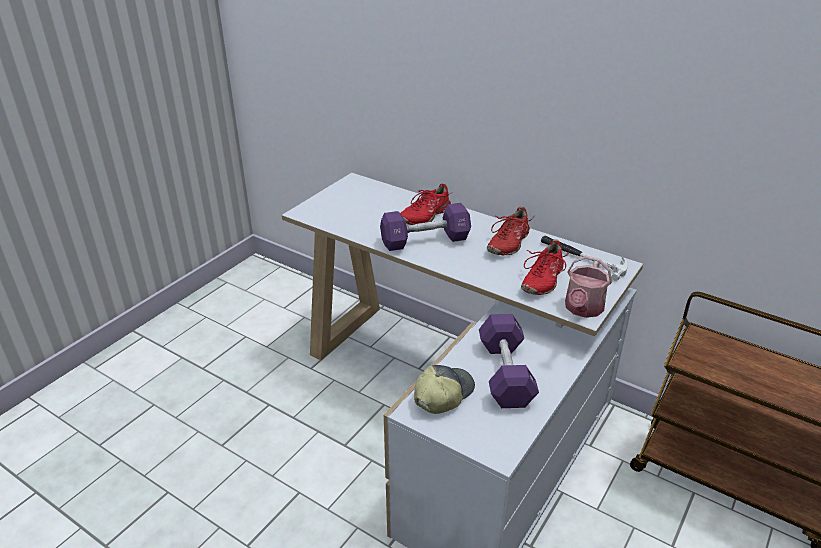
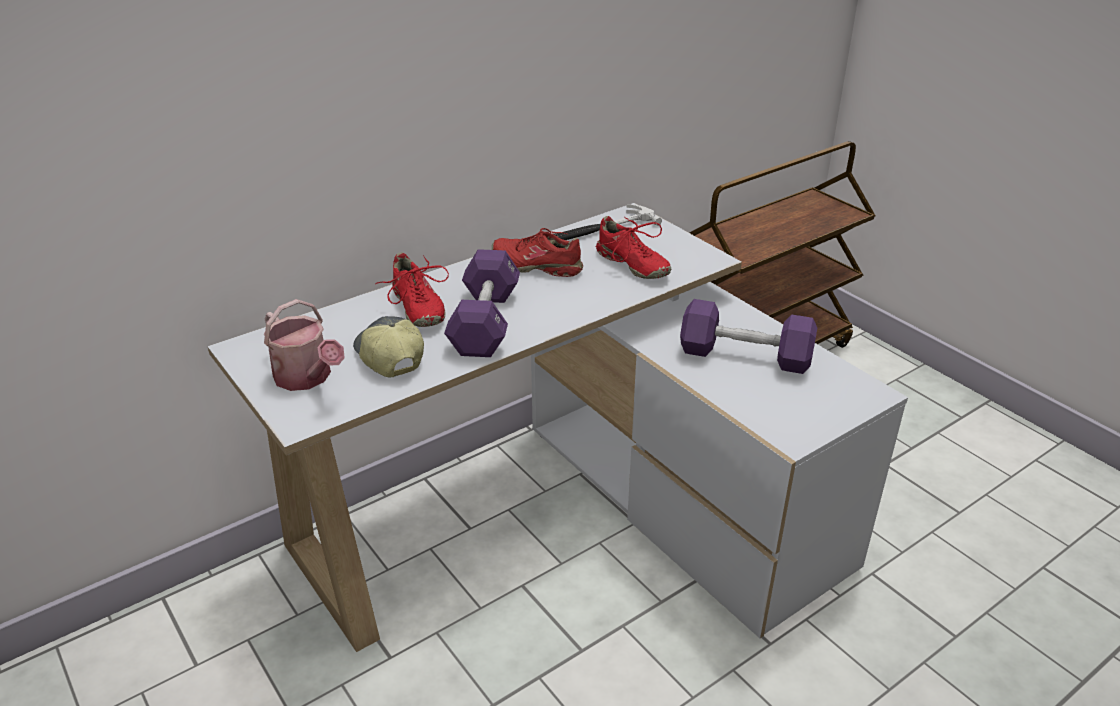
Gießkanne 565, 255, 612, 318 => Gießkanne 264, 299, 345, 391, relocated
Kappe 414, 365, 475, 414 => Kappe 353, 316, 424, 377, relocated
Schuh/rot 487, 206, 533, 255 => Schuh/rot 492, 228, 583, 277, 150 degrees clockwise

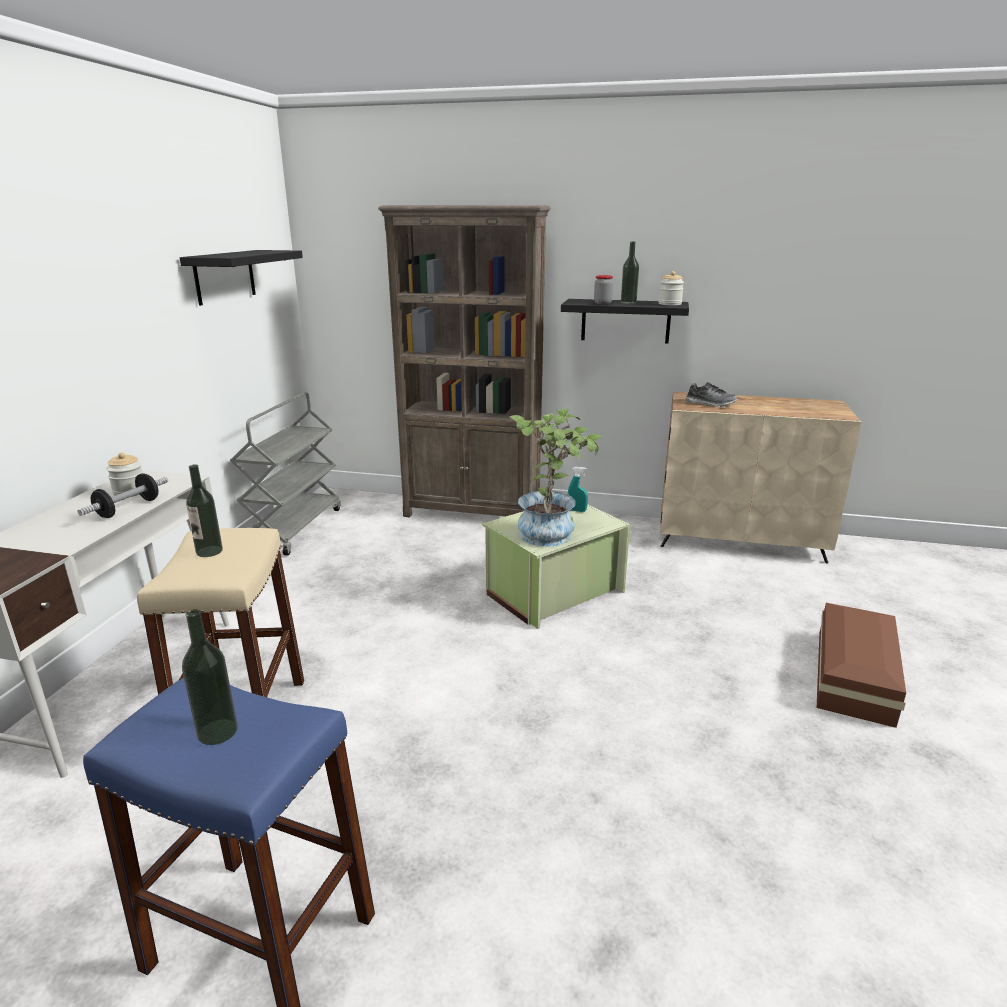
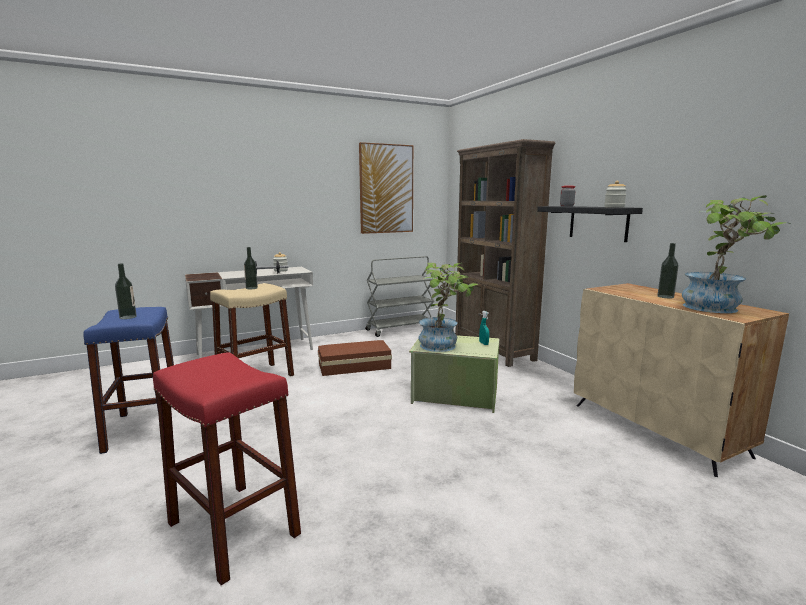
nothing => Hocker/rot 153, 352, 301, 586
Aufbewahrungsbox/braun 817, 603, 906, 728 => Aufbewahrungsbox/braun 318, 340, 392, 376, relocated
Wandregal/schwarz 180, 250, 303, 306 => Bild 359, 142, 413, 234
Flasche 621, 242, 639, 304 => Flasche 657, 243, 679, 298, relocated
nothing => Topfpflanze 682, 195, 791, 313
Schuh 686, 382, 737, 407 => nothing

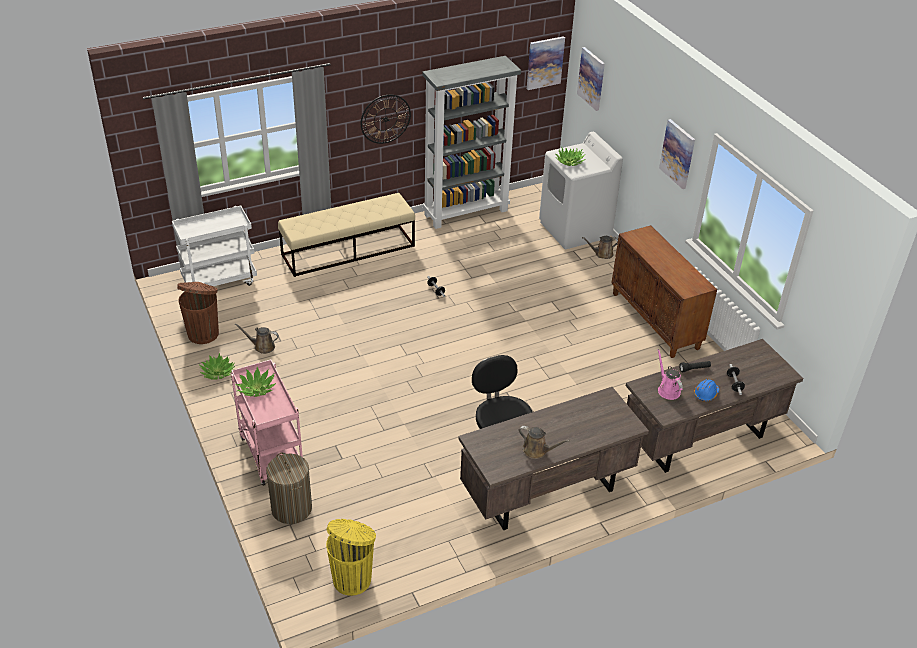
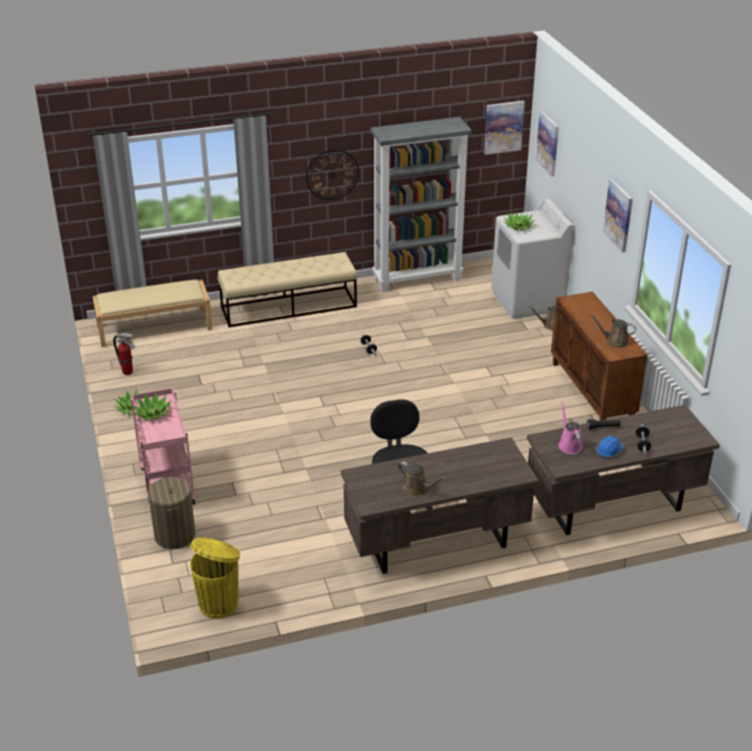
Rollwagen/weiß 172, 206, 257, 286 => Bank/beige 92, 279, 213, 347
Mülleimer/braun 177, 282, 219, 344 => Feuerlöscher 113, 333, 135, 375
Gießkanne/braun 235, 323, 279, 354 => Gießkanne/braun 590, 313, 636, 348, relocated

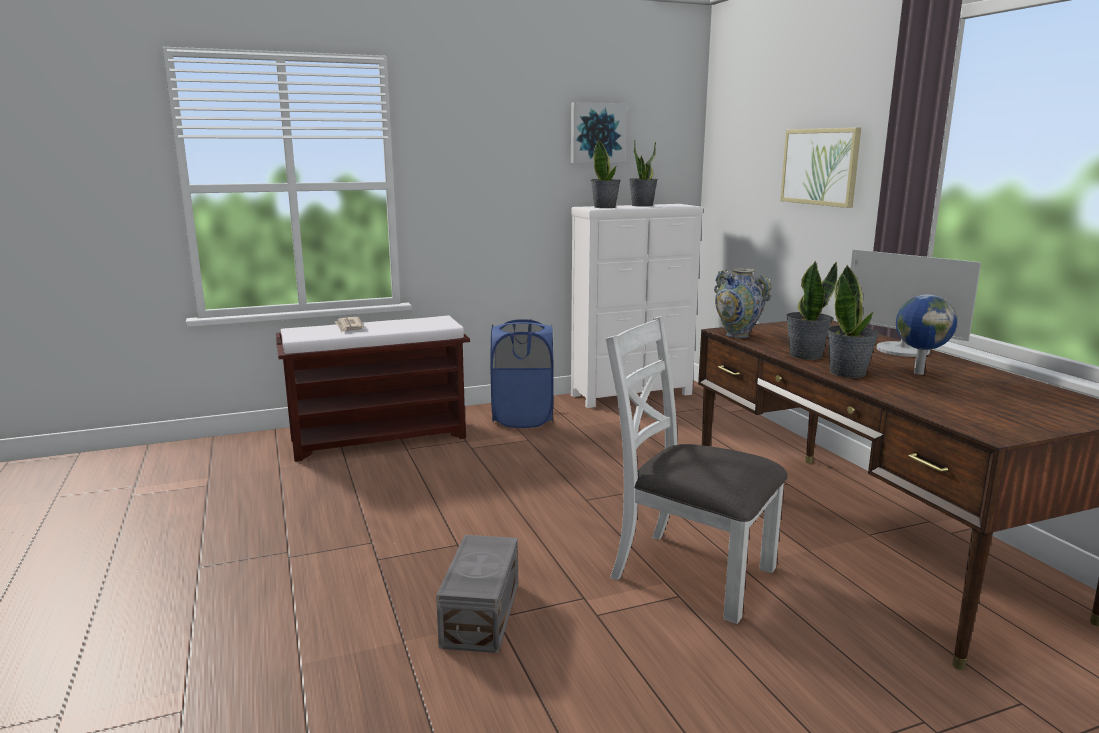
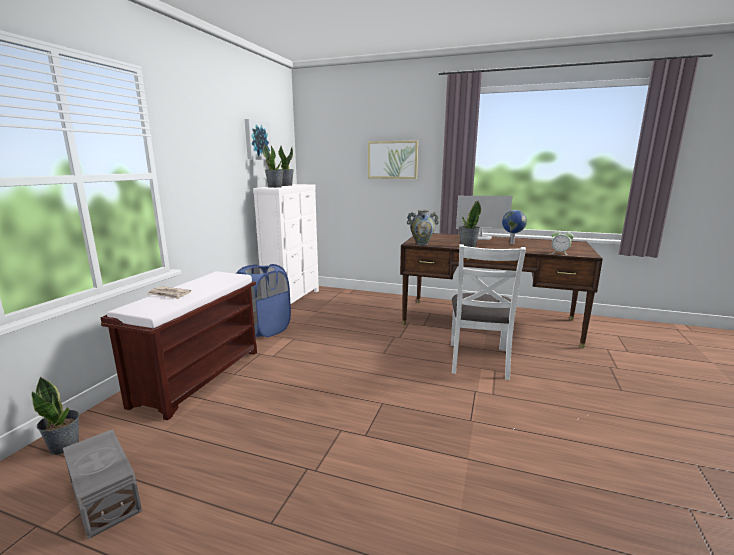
Topfpflanze 827, 265, 879, 378 => Topfpflanze 32, 377, 80, 455, relocated
Aufbewahrungsbox/grau 436, 535, 518, 653 => Aufbewahrungsbox/grau 63, 429, 142, 539, relocated
Stuhl/weiß 606, 316, 788, 624 => Stuhl/weiß 451, 244, 526, 380, 60 degrees counterclockwise
nothing => Wecker 551, 228, 574, 255

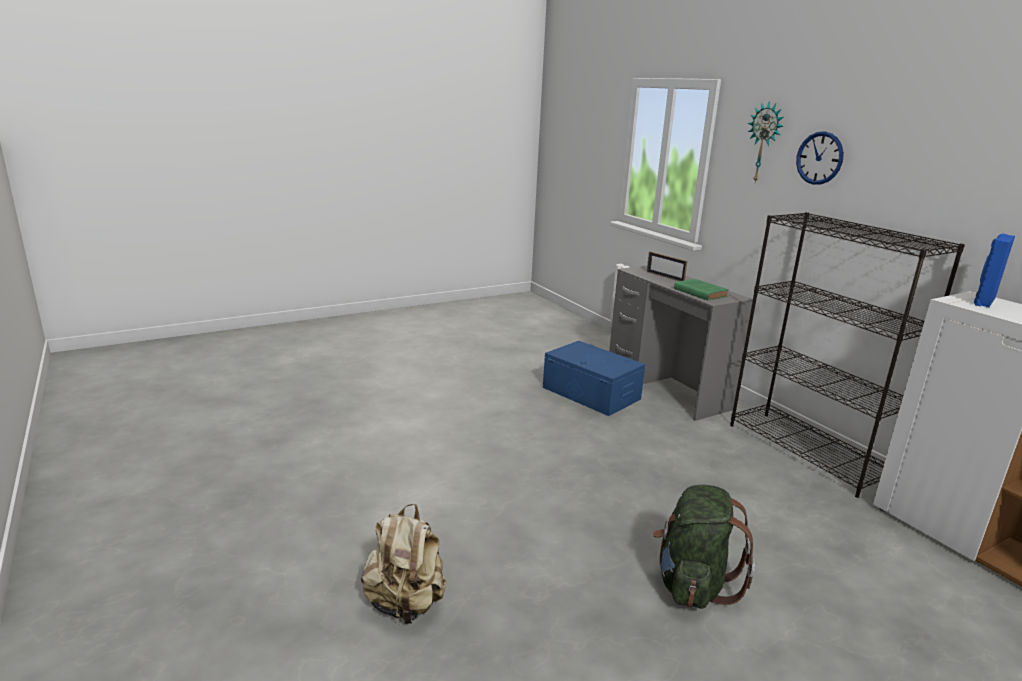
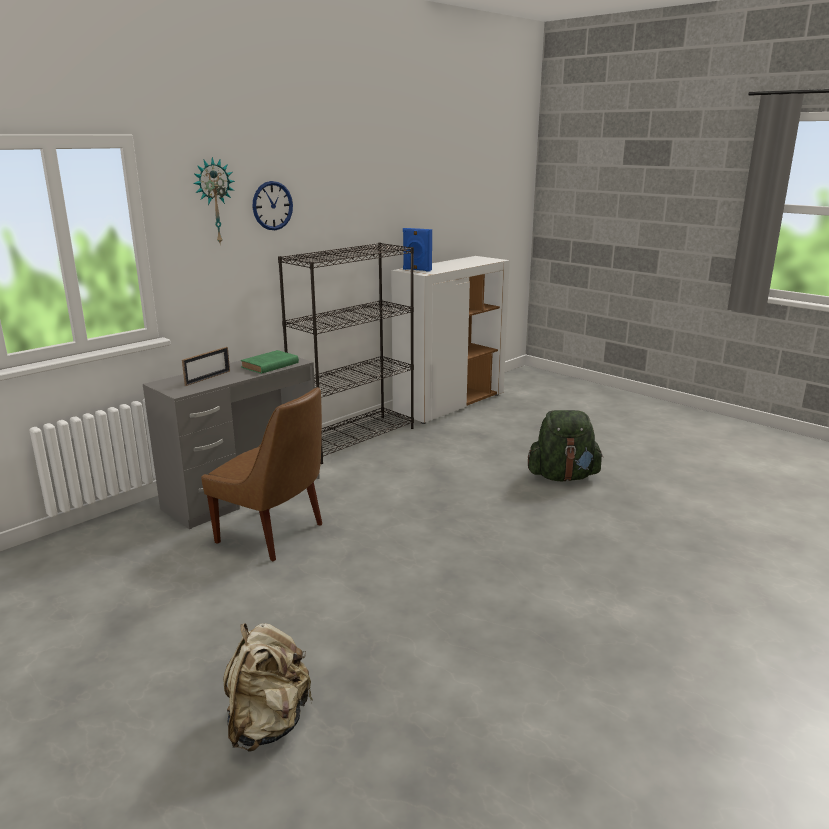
Aufbewahrungsbox/blau 543, 341, 645, 416 => Stuhl/braun 201, 387, 322, 562
Rucksack/beige 361, 504, 446, 624 => Rucksack/beige 223, 623, 313, 752, relocated

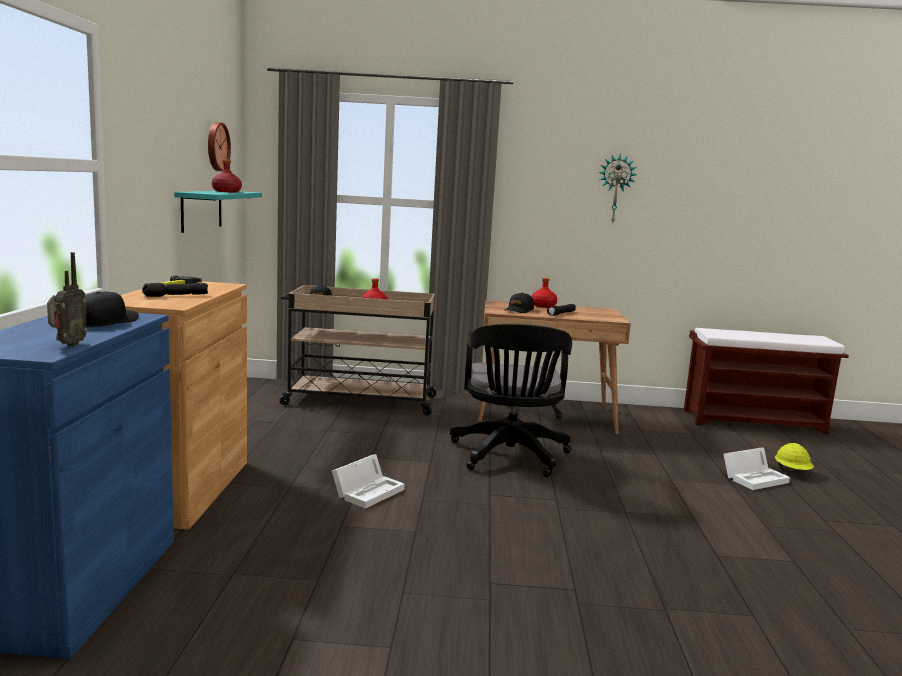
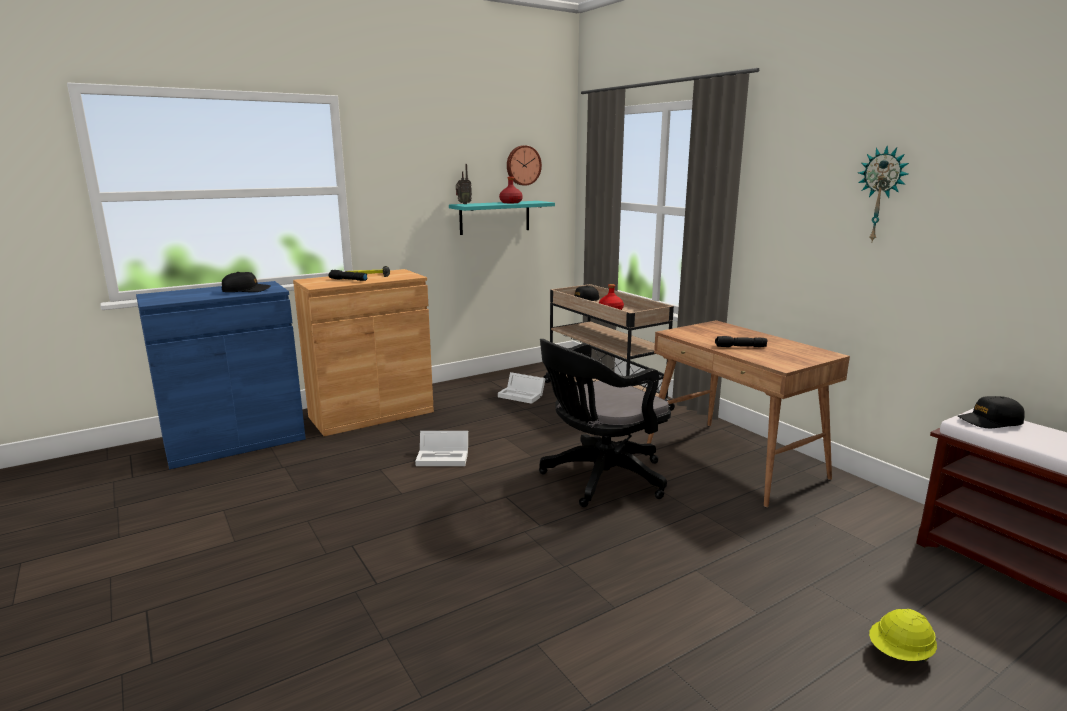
Radio 47, 252, 87, 346 => Radio 456, 164, 472, 204, relocated
Aufbewahrungsbox/weiß 723, 447, 790, 490 => Aufbewahrungsbox/weiß 498, 372, 546, 404, relocated
Kappe/schwarz 504, 293, 534, 313 => Kappe/schwarz 958, 396, 1025, 428, relocated
Flasche/rot 531, 278, 557, 308 => nothing

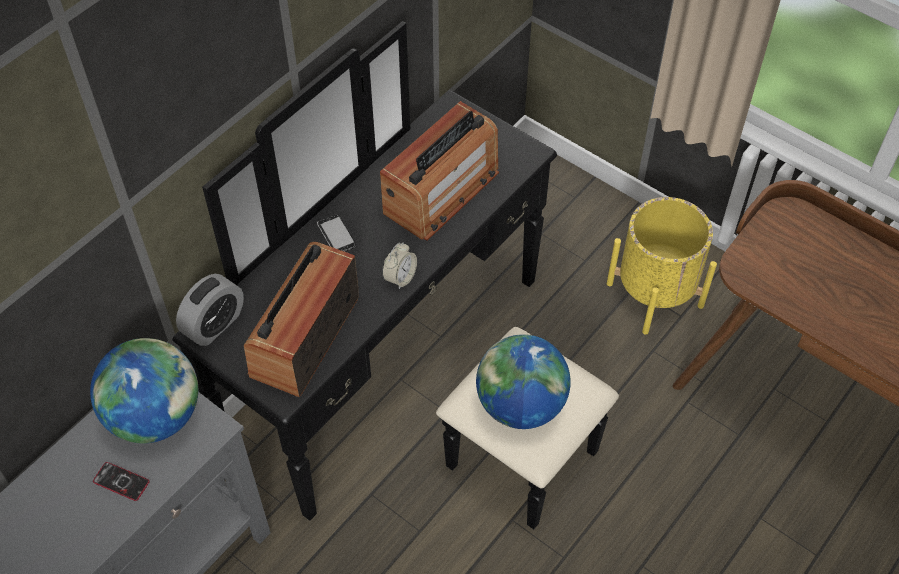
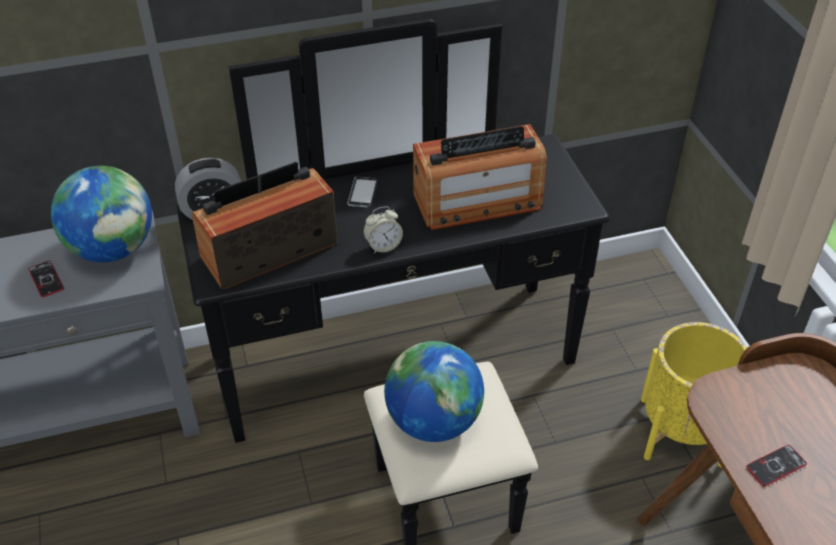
nothing => Handy 746, 445, 807, 486

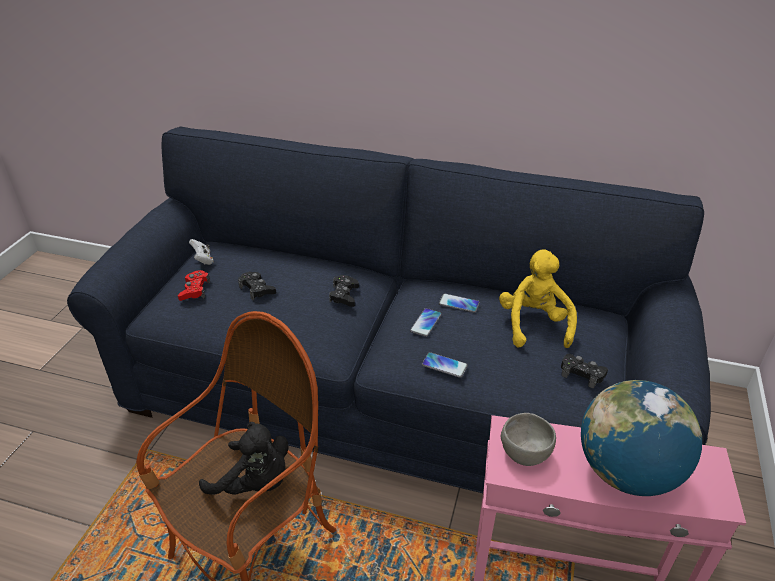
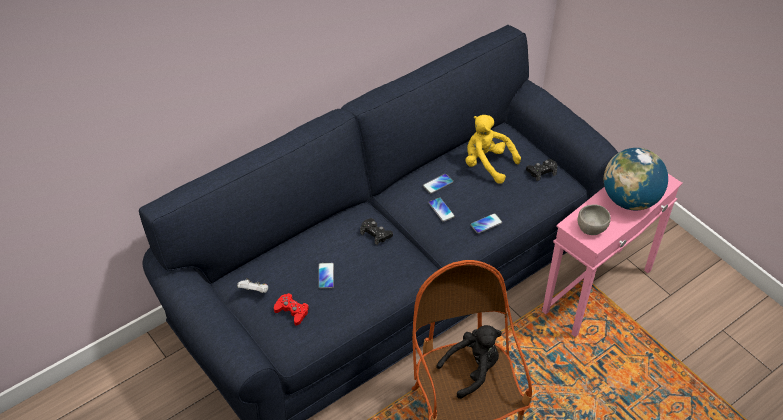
Gamepad/schwarz 238, 272, 276, 300 => Handy 318, 263, 334, 289

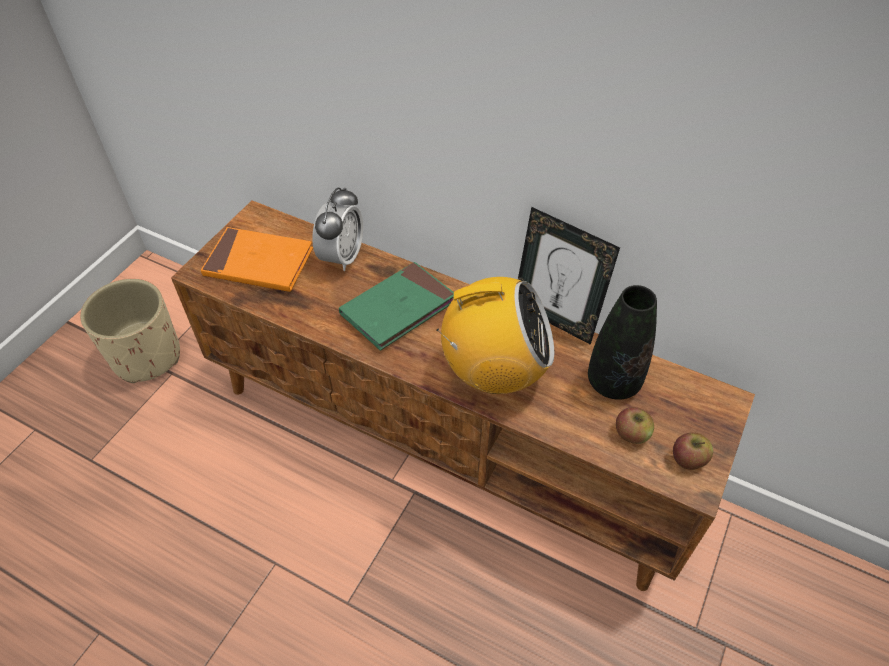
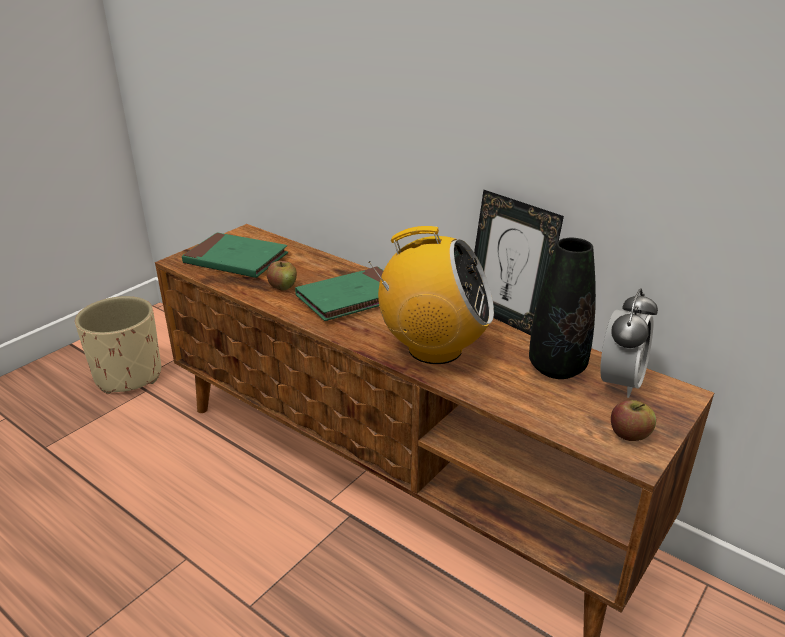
Buch/orange 201, 227, 313, 292 => Buch/grün 182, 232, 288, 278
Apfel 616, 407, 654, 444 => Apfel 267, 261, 297, 290, relocated
Wecker 312, 187, 363, 271 => Wecker 600, 289, 658, 398, relocated

